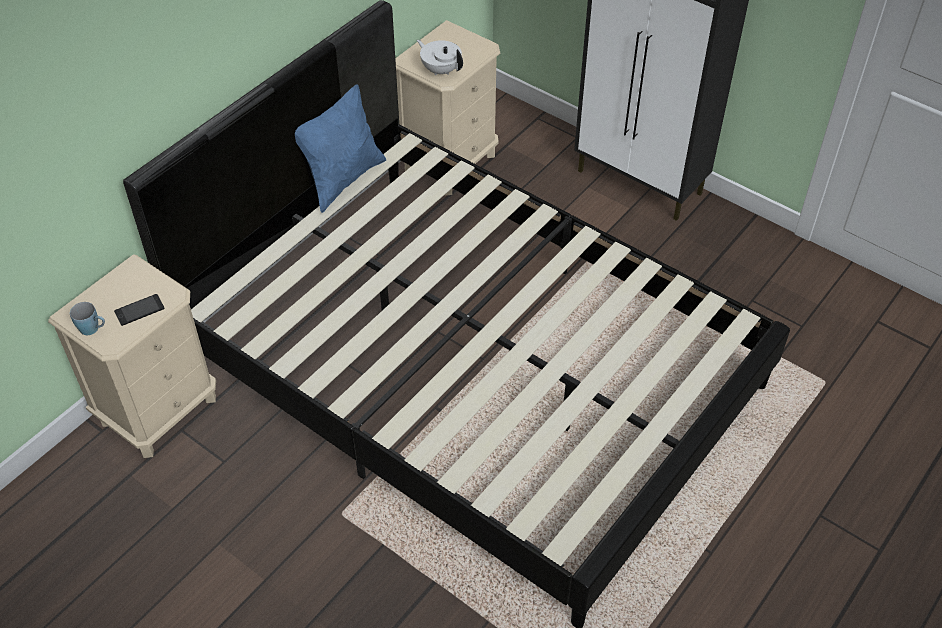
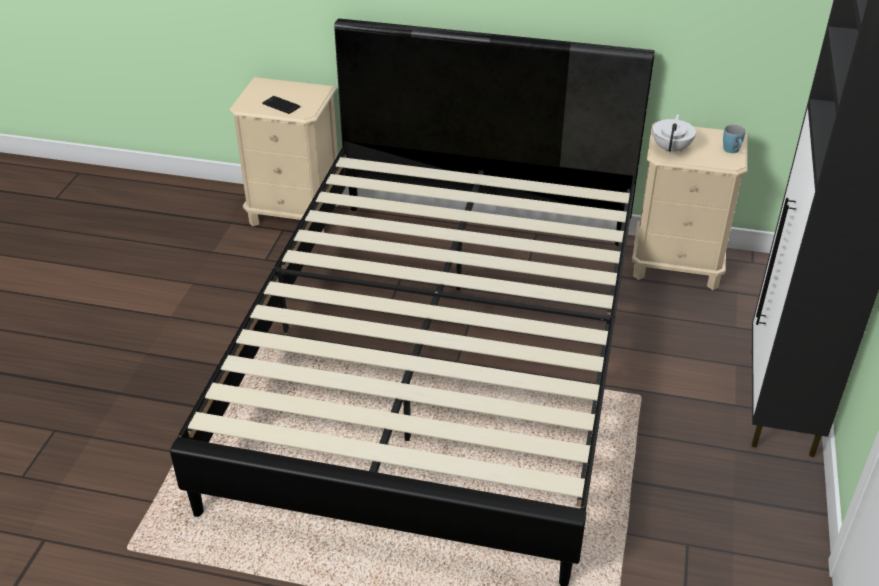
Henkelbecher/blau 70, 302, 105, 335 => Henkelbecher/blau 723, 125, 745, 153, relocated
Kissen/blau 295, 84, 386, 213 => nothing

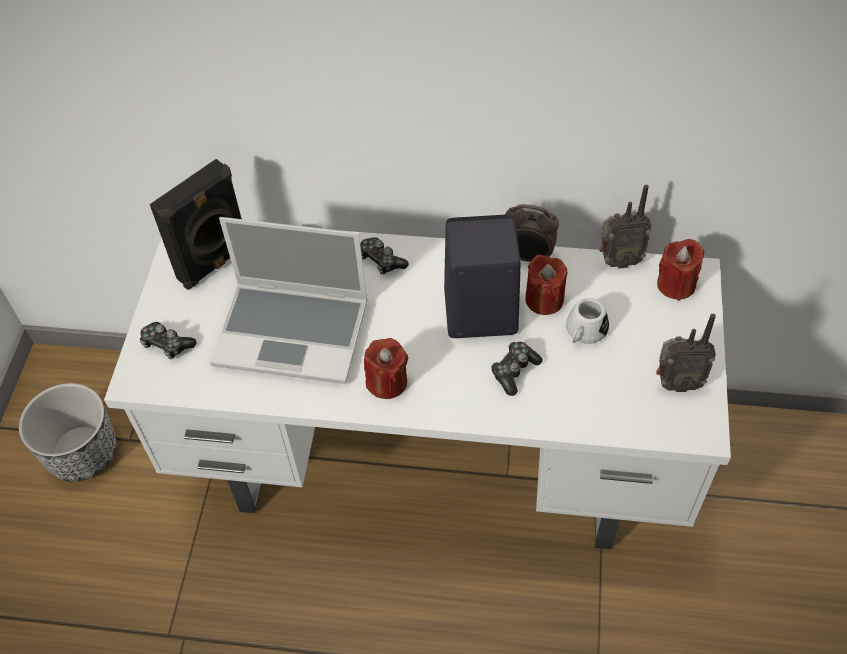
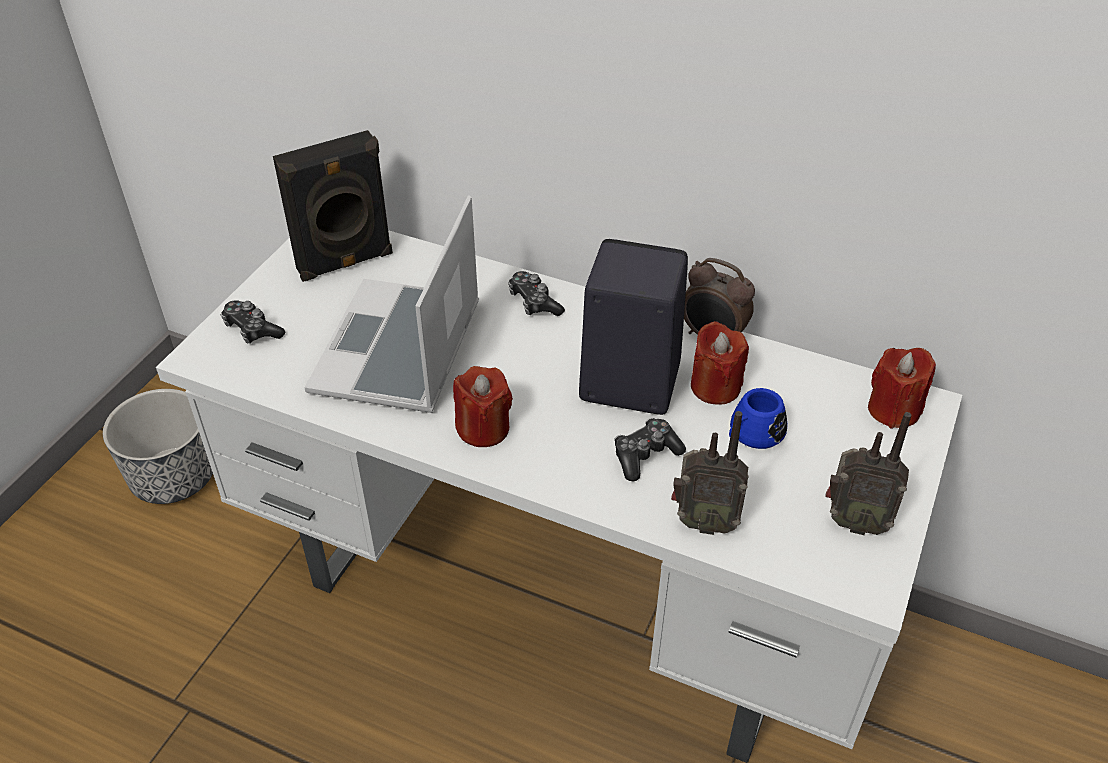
Laptop 210, 217, 368, 384 => Laptop 304, 196, 479, 413, 75 degrees clockwise
Radio 599, 185, 652, 269 => Radio 671, 411, 748, 535, relocated
Henkelbecher/weiß 566, 298, 609, 344 => Henkelbecher/blau 729, 388, 788, 449

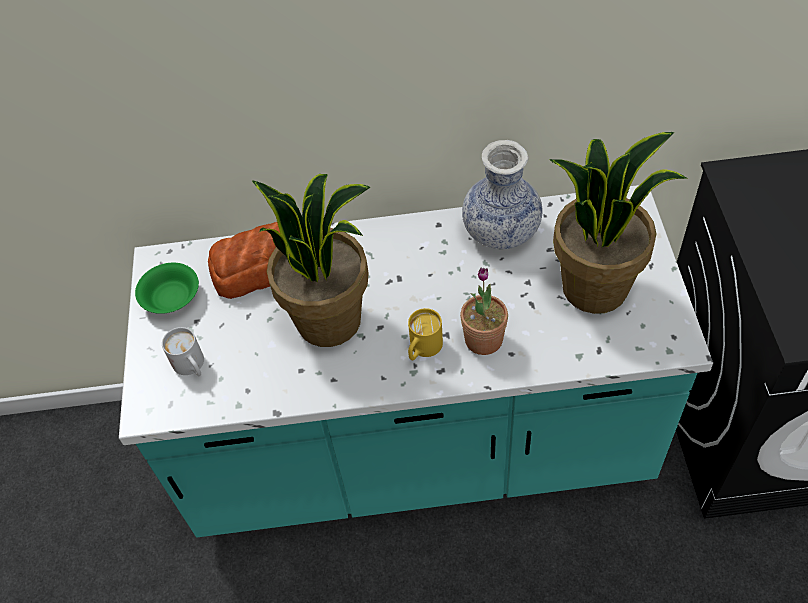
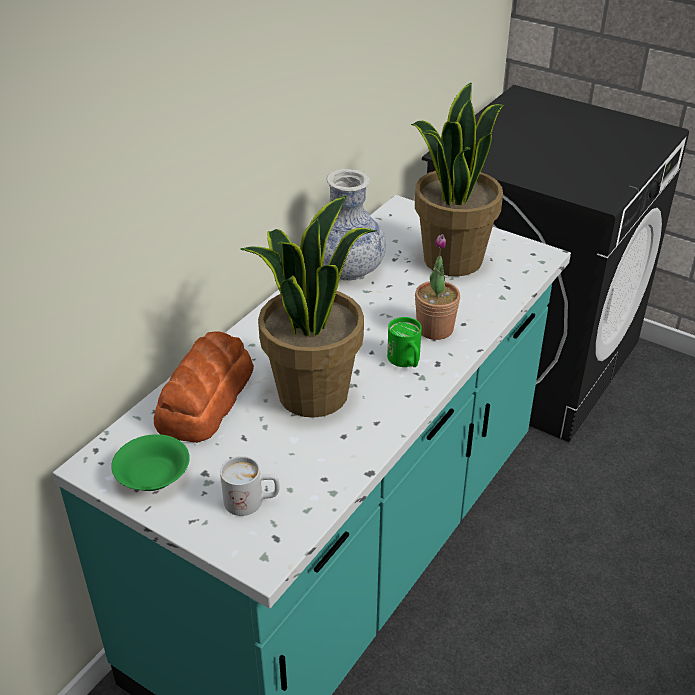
Henkelbecher/gelb 408, 308, 443, 360 => Henkelbecher/grün 387, 317, 422, 367

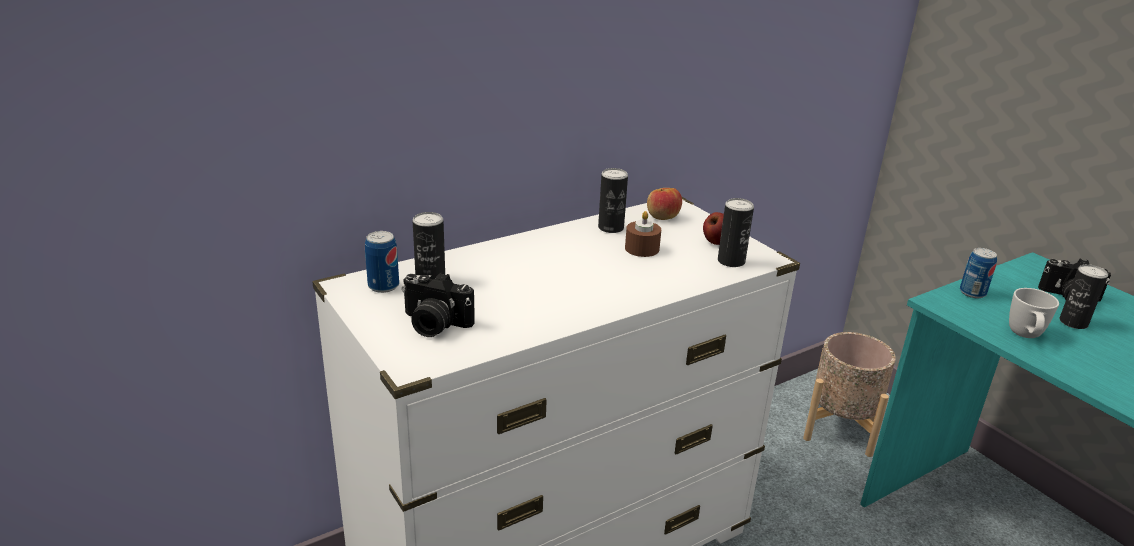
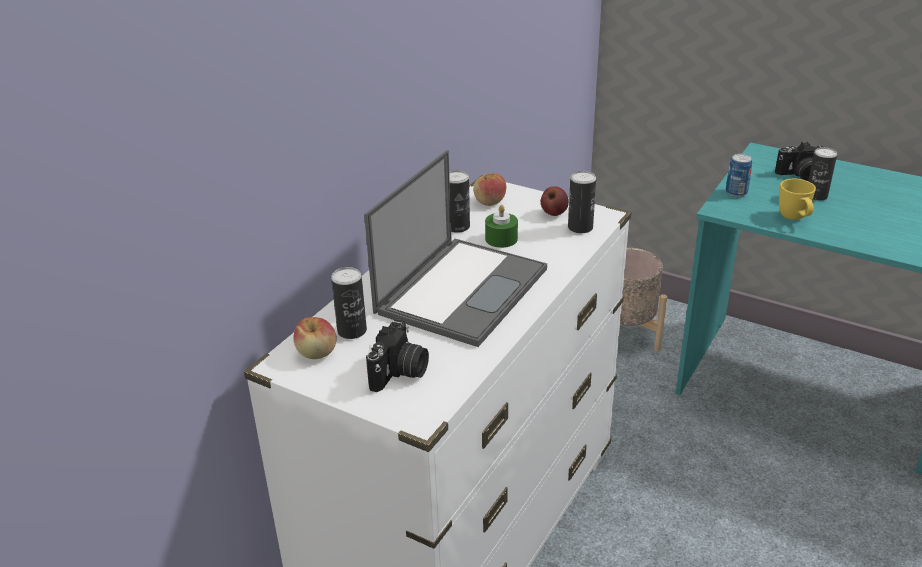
Dose 365, 231, 399, 293 => Apfel 293, 317, 337, 359
nothing => Laptop 364, 150, 547, 347
Kamera 401, 273, 475, 337 => Kamera 366, 320, 429, 392, 60 degrees counterclockwise
Kerze/braun 625, 211, 661, 257 => Kerze/grün 485, 205, 518, 248
Henkelbecher/weiß 1009, 288, 1059, 338 => Henkelbecher/gelb 779, 179, 816, 220

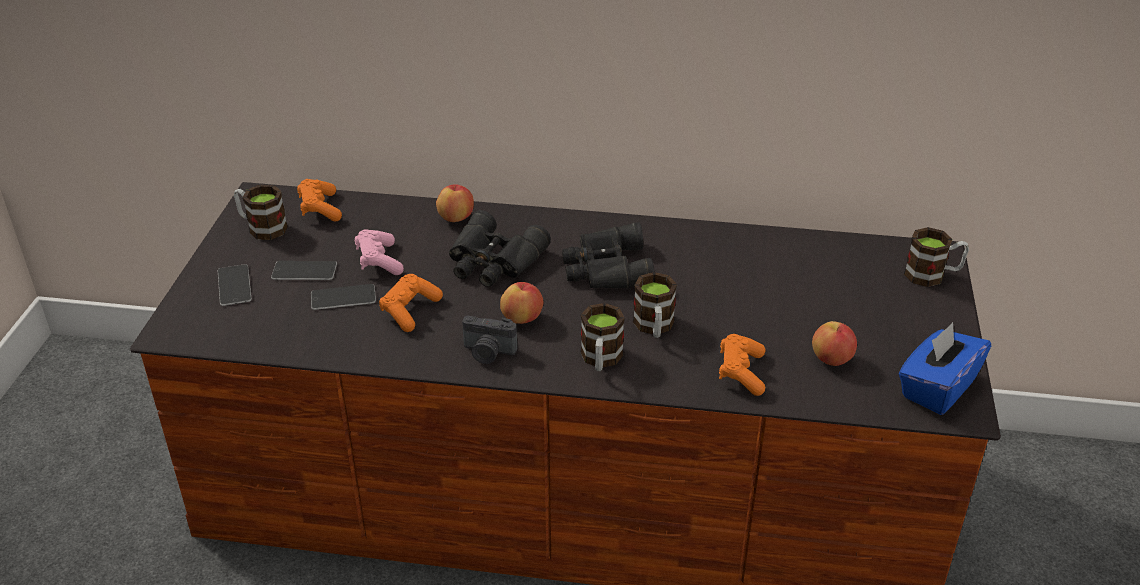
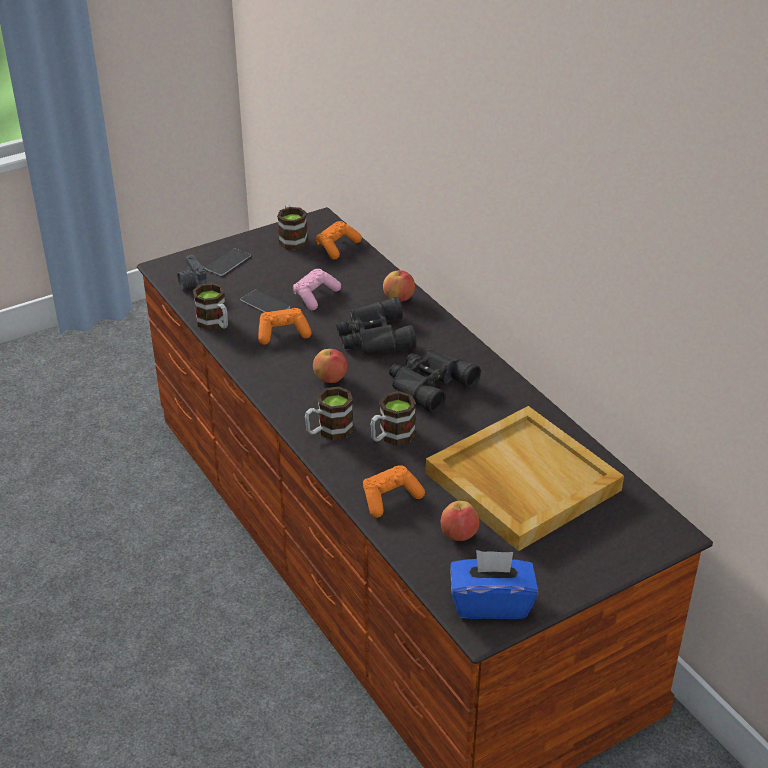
Kamera 462, 316, 517, 364 => Kamera 177, 255, 207, 290, relocated
Henkelbecher 904, 227, 969, 287 => Henkelbecher 193, 283, 228, 330, relocated
nothing => Tablett/beige 426, 406, 624, 551
Handy 271, 261, 337, 280 => nothing

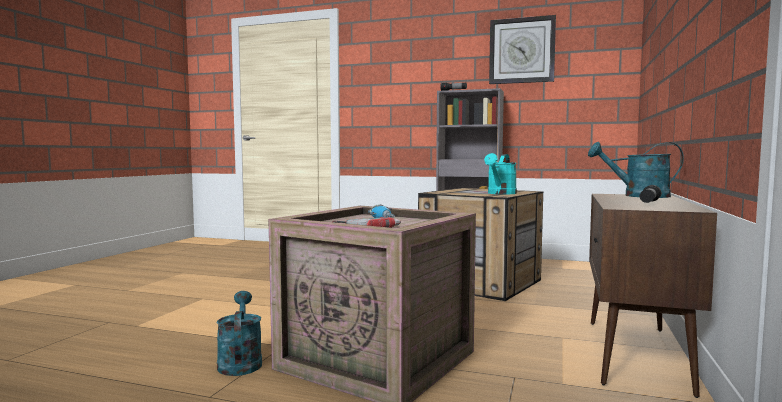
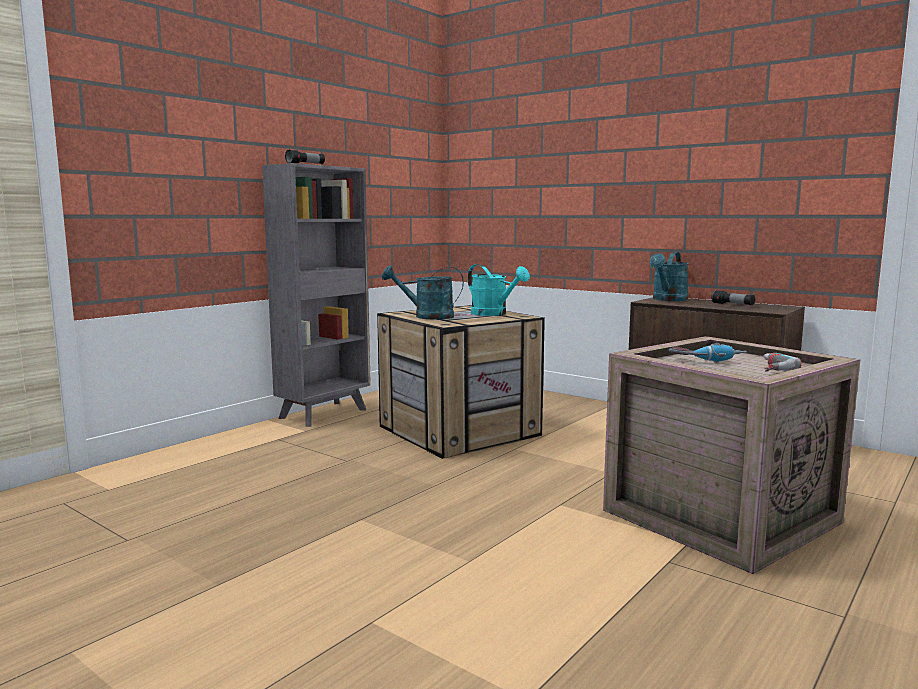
Gießkanne/türkis 217, 291, 262, 376 => Gießkanne/türkis 382, 265, 464, 319, relocated
Wanduhr 489, 15, 556, 84 => nothing

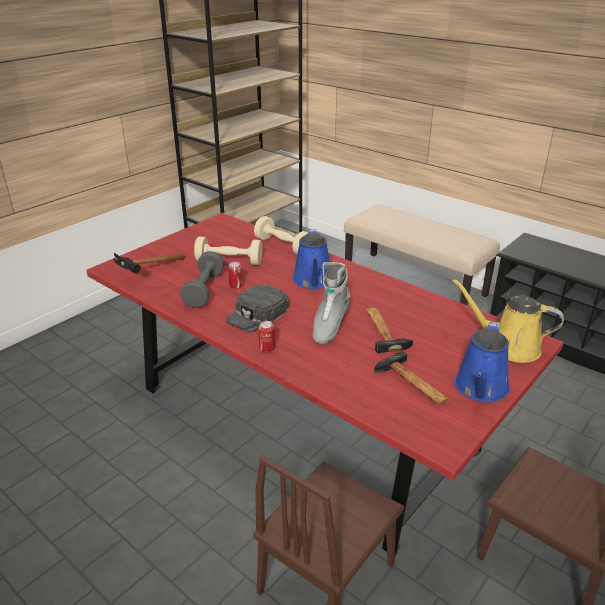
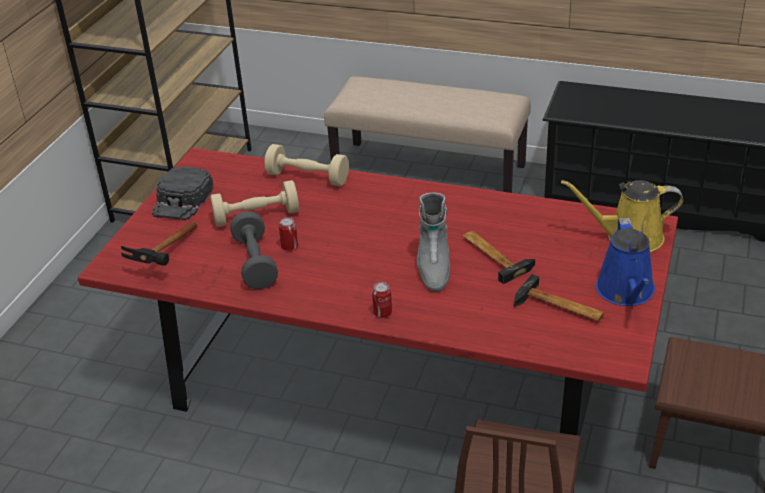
Kappe/schwarz 226, 284, 289, 333 => Kappe/schwarz 152, 167, 214, 221, relocated
Gießkanne/blau 293, 229, 330, 289 => nothing

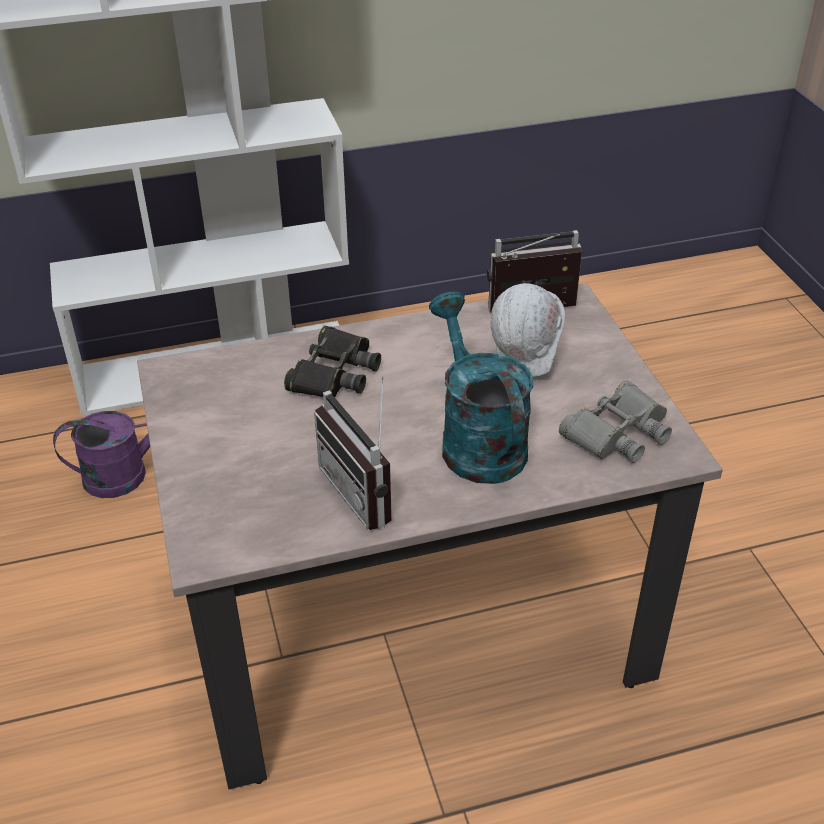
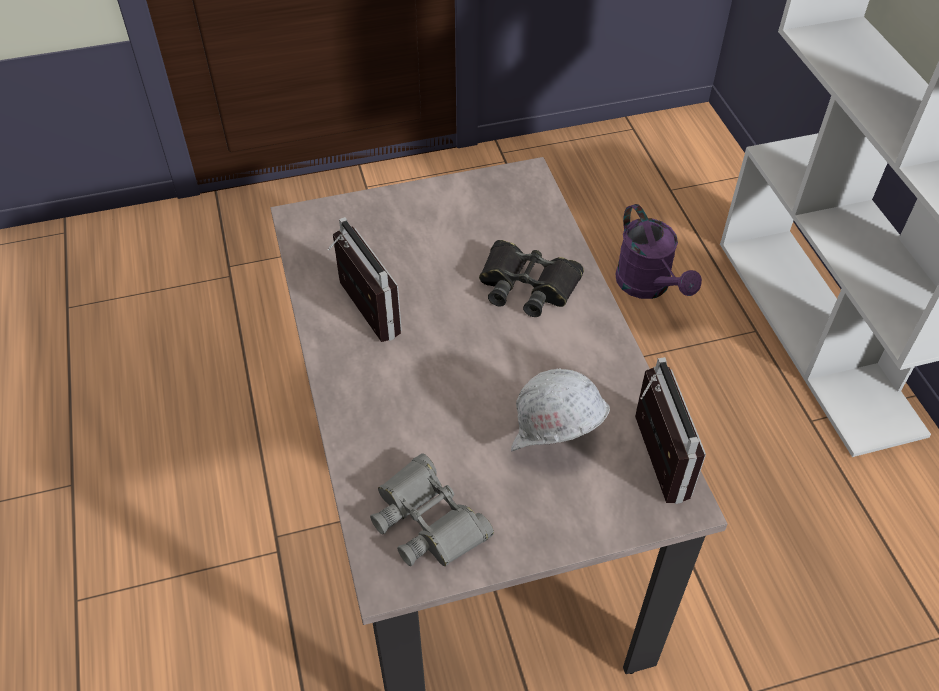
Radio 314, 377, 392, 530 => Radio 327, 217, 402, 342, 90 degrees clockwise
Gießkanne/türkis 429, 292, 533, 484 => nothing

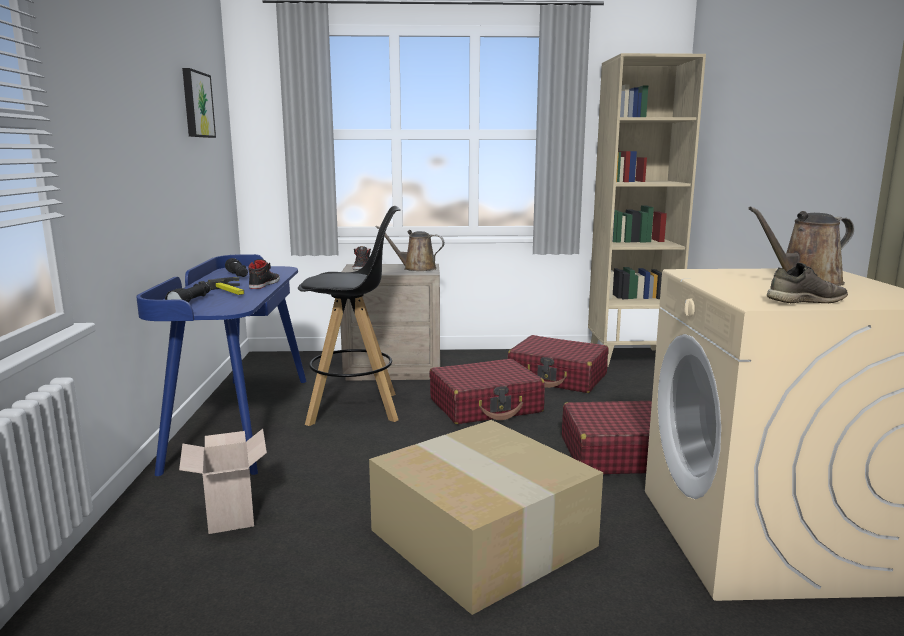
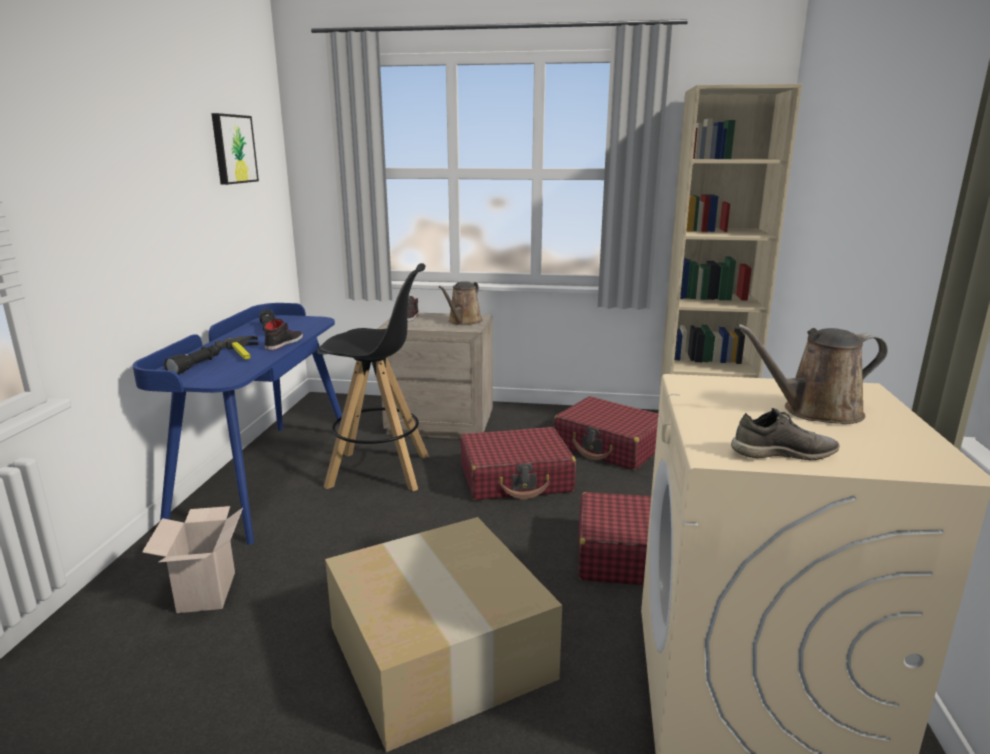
Gießkanne/braun 376, 226, 445, 271 => Gießkanne/braun 439, 281, 483, 325, 90 degrees counterclockwise

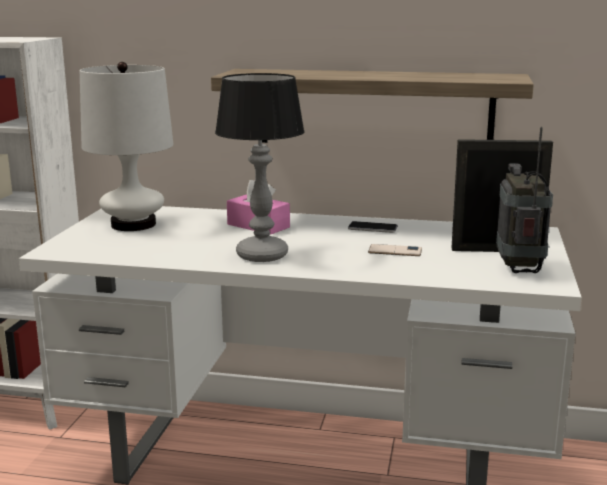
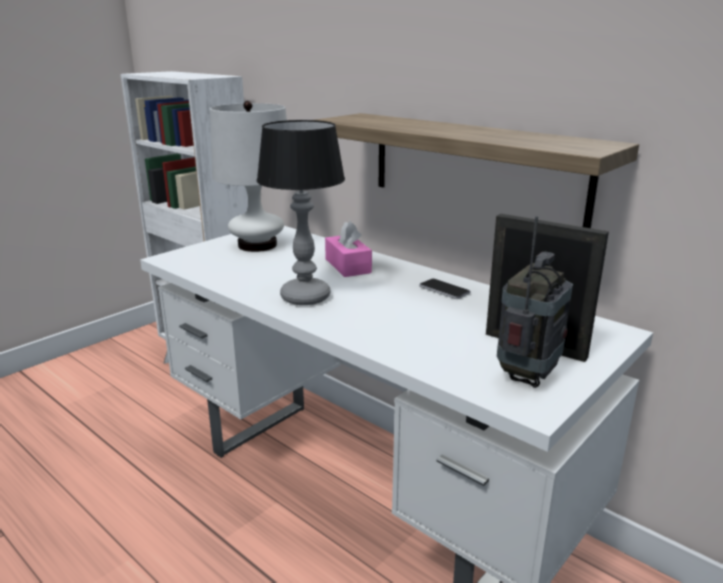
Handy 368, 244, 422, 256 => nothing

